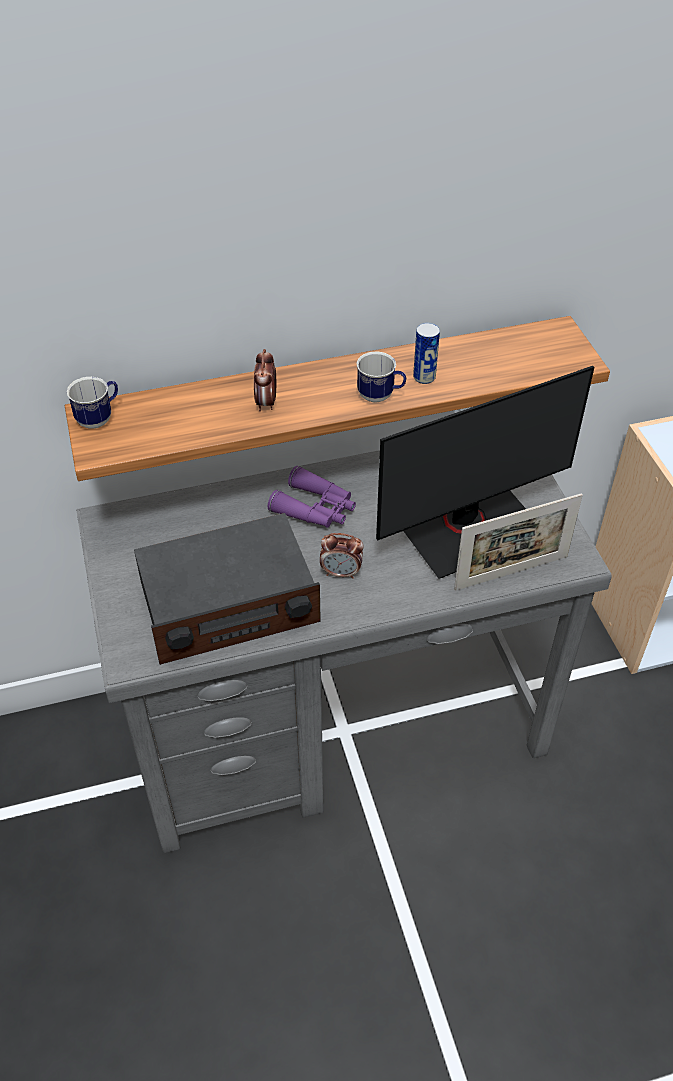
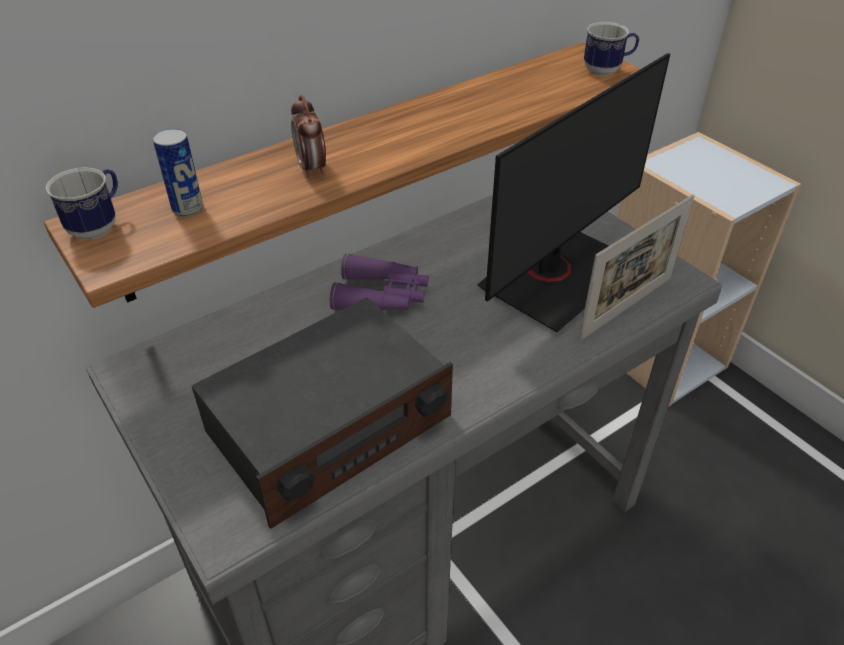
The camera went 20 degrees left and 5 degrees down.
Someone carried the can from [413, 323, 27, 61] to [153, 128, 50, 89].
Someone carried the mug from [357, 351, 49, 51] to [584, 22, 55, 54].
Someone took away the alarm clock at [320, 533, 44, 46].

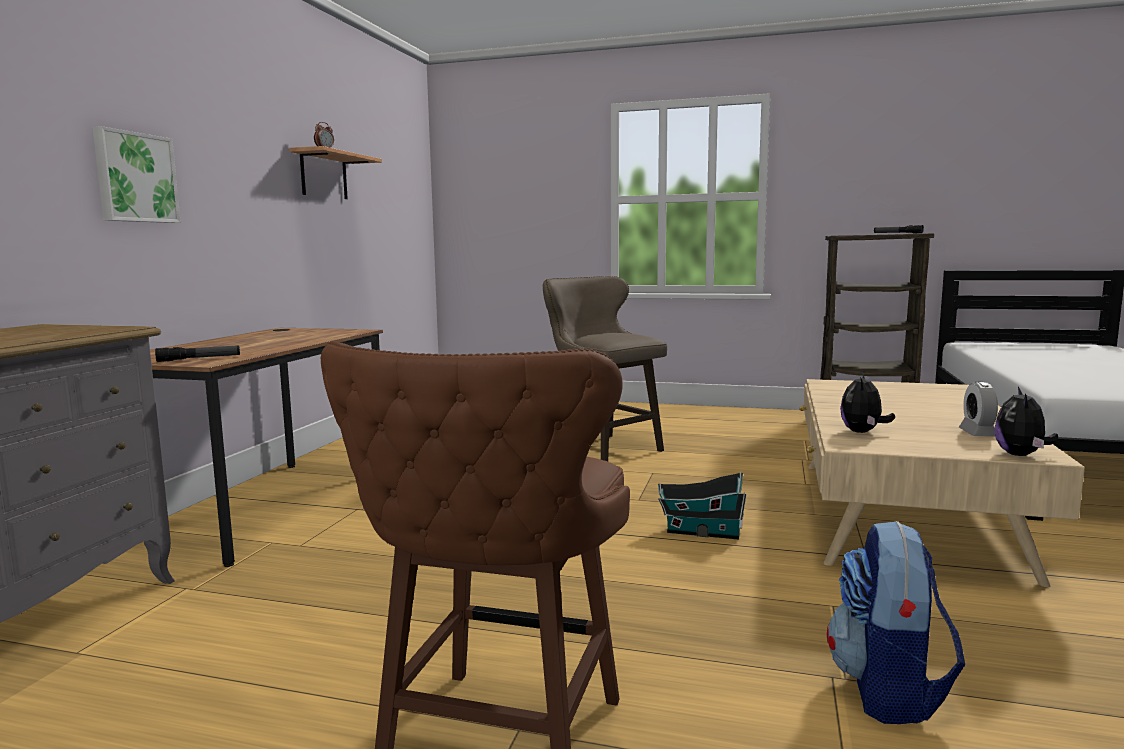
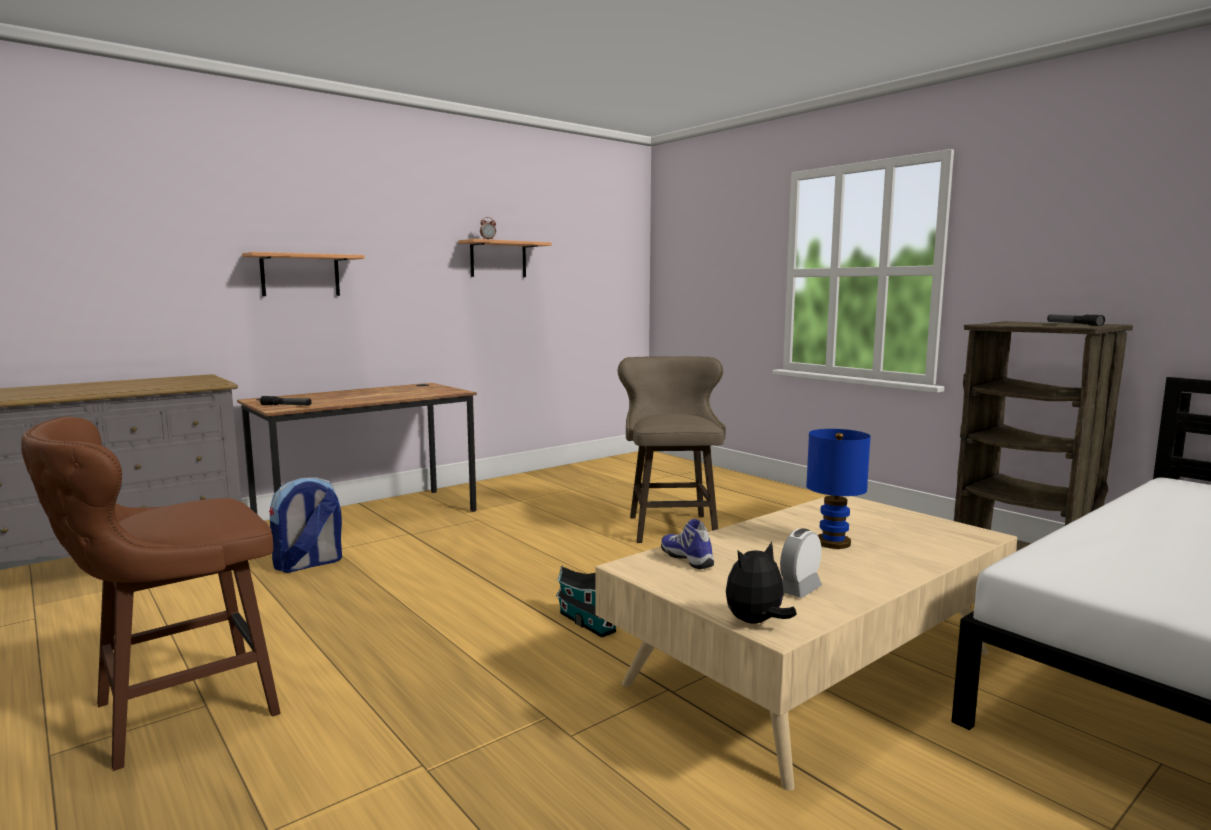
The camera went 35 degrees right and 0 degrees up.
Someone swapped the picture at [92, 126, 89, 97] for the shelf at [242, 252, 123, 44].
Someone swapped the plush toy at [840, 372, 55, 61] for the shoe at [661, 519, 53, 50].
Someone carried the backpack from [827, 521, 138, 203] to [269, 477, 73, 96].
Someone put down the blue table lamp at [806, 429, 65, 120].

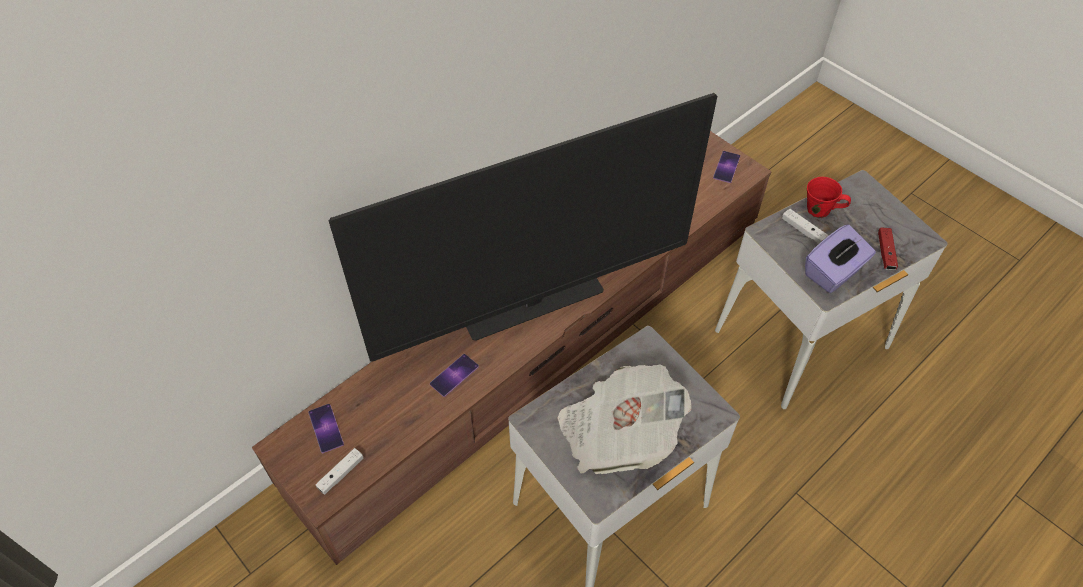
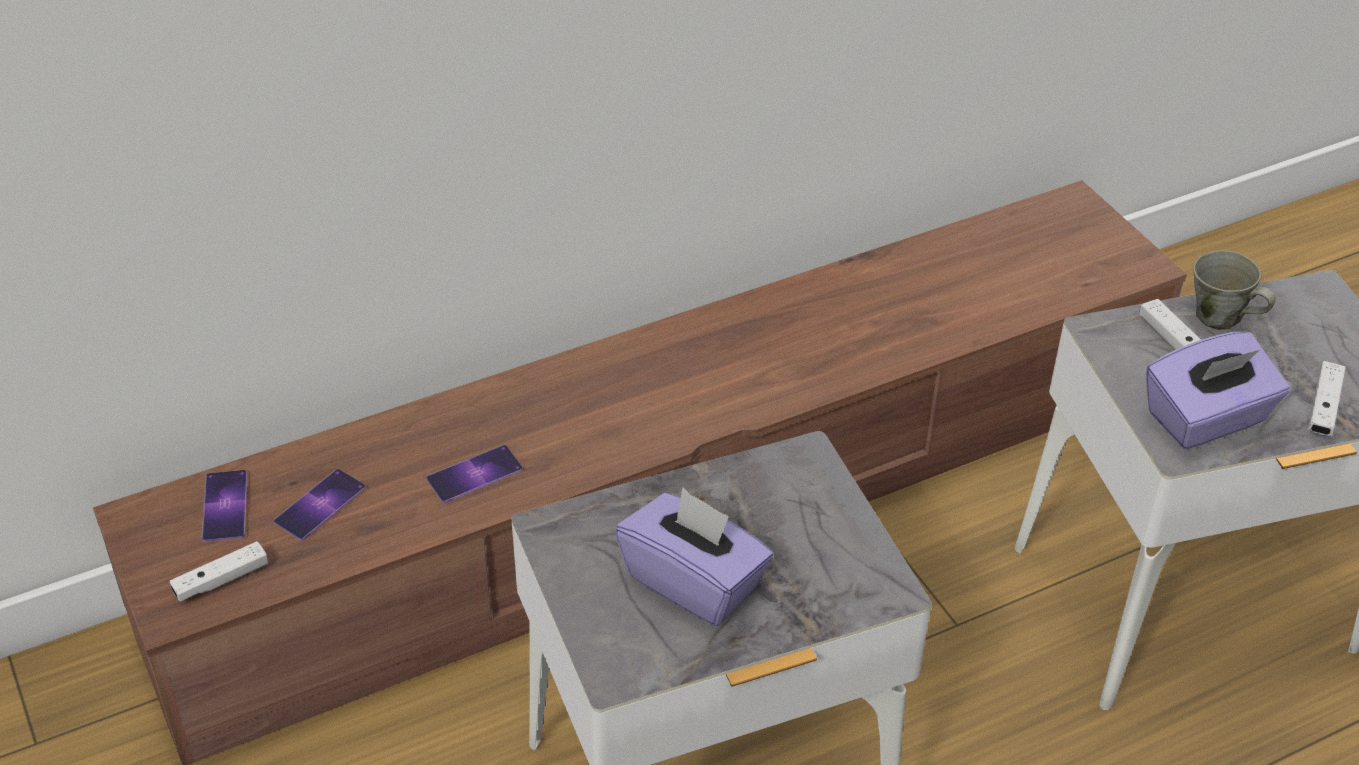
The camera went 15 degrees right and 10 degrees down.
Someone took away the television at [328, 93, 389, 269].
Someone carried the phone from [713, 151, 27, 32] to [273, 469, 92, 72].
Someone repainted the red mug at [807, 177, 44, 41], which became the grey mug at [1193, 250, 83, 80].
Someone repainted the red game controller at [878, 228, 20, 42], which became the white game controller at [1308, 361, 38, 75].
Someone swapped the newspaper at [557, 365, 135, 109] for the purple tissue box at [615, 487, 158, 139].

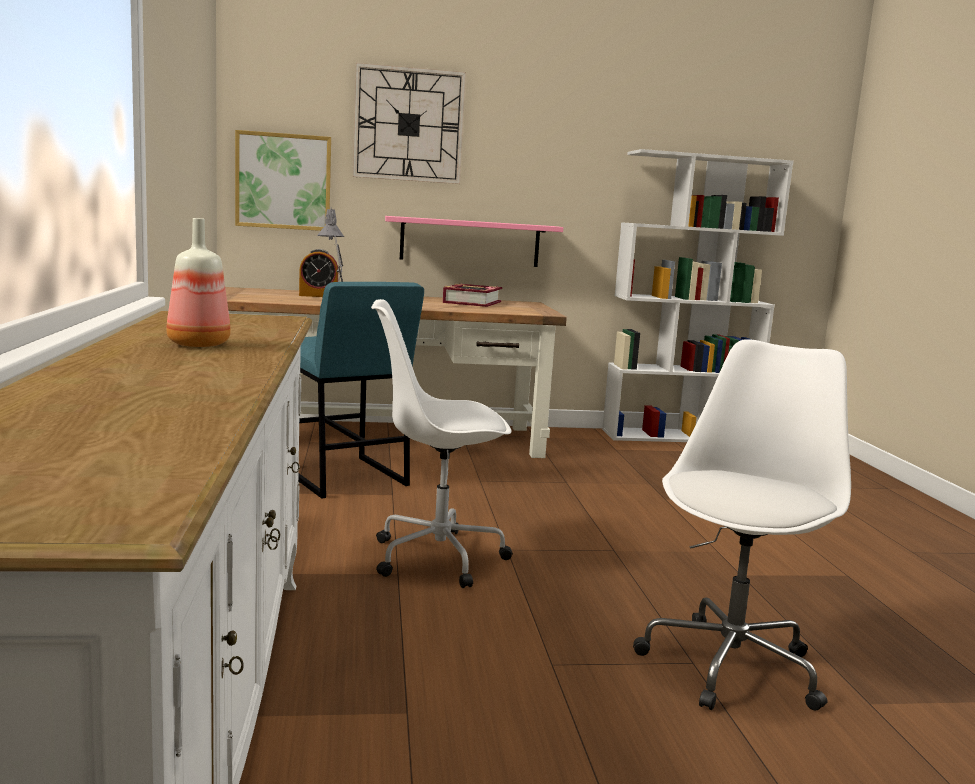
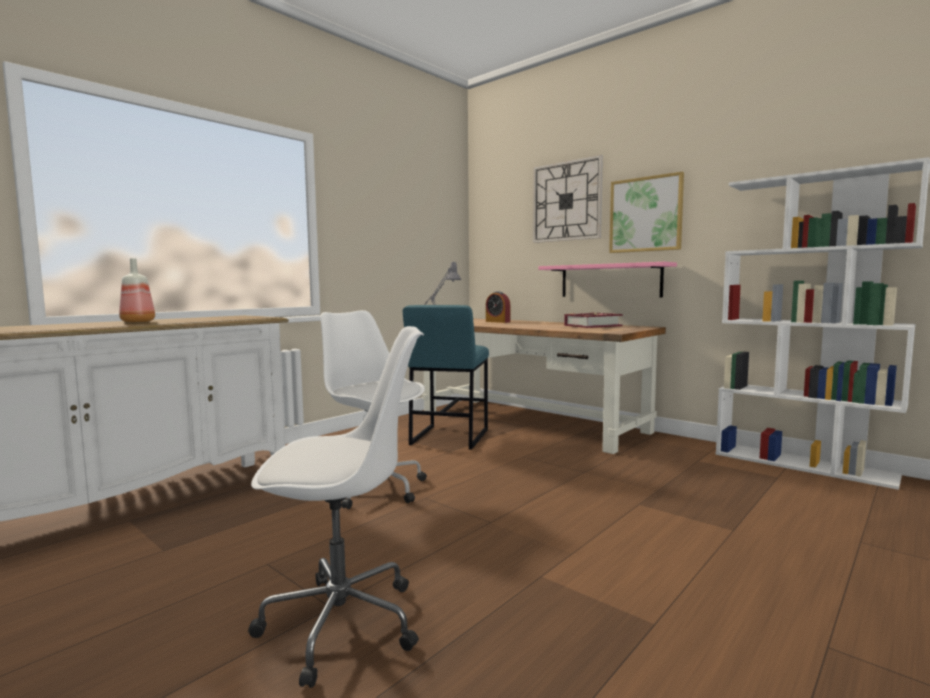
The camera went 50 degrees right and 5 degrees down.
Someone carried the picture from [235, 130, 96, 101] to [609, 172, 75, 81].

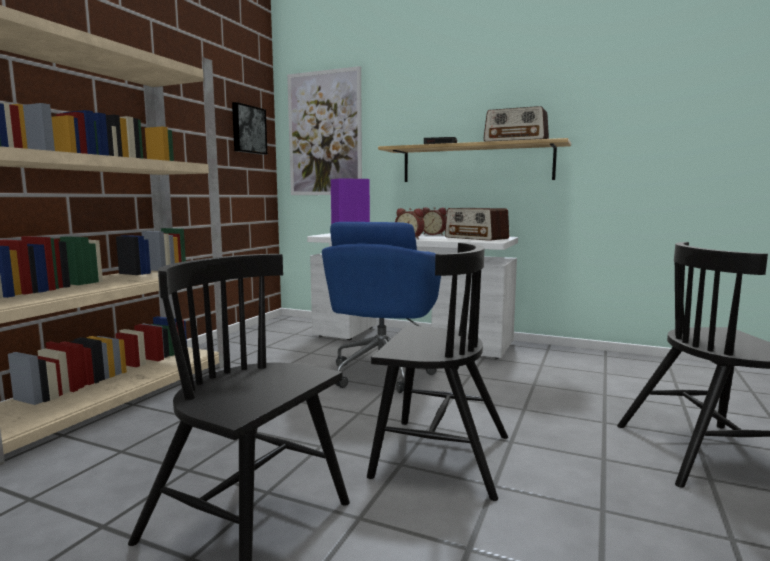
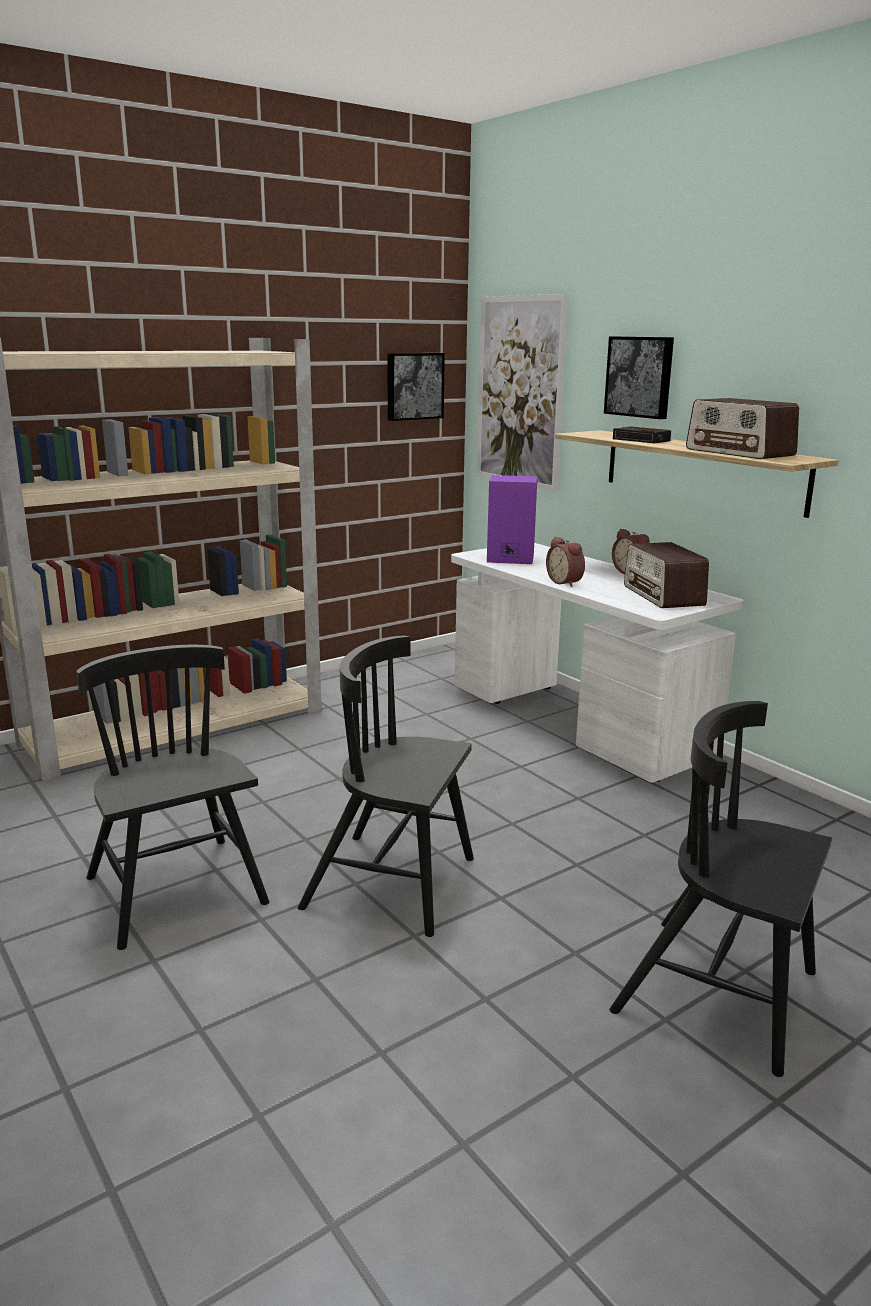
The camera went 30 degrees right and 10 degrees up.
Someone took away the blue office chair at [322, 222, 119, 171].
Someone rotated the black chair at [367, 243, 141, 258] by 150 degrees clockwise.
Someone put up the picture at [604, 336, 70, 83].

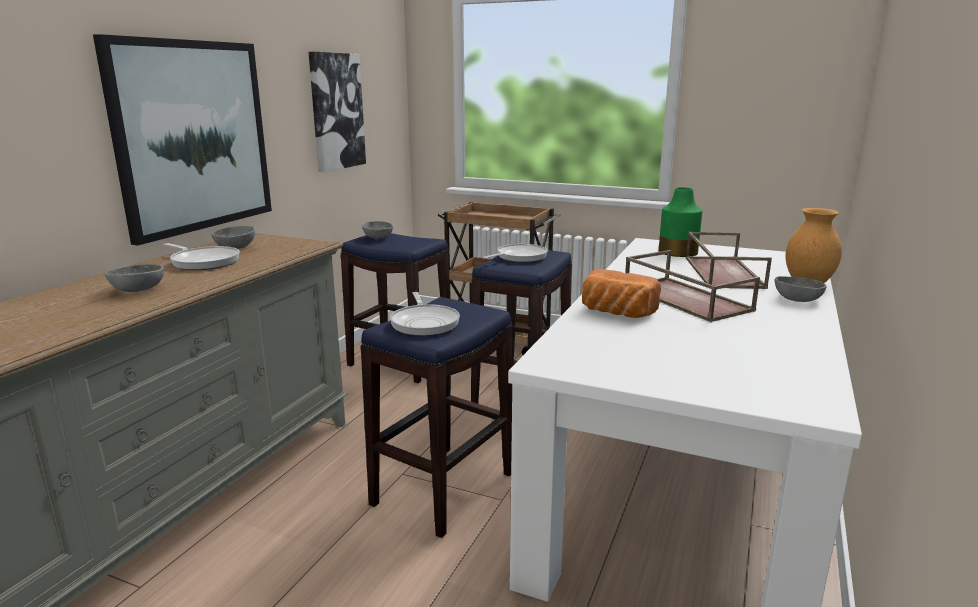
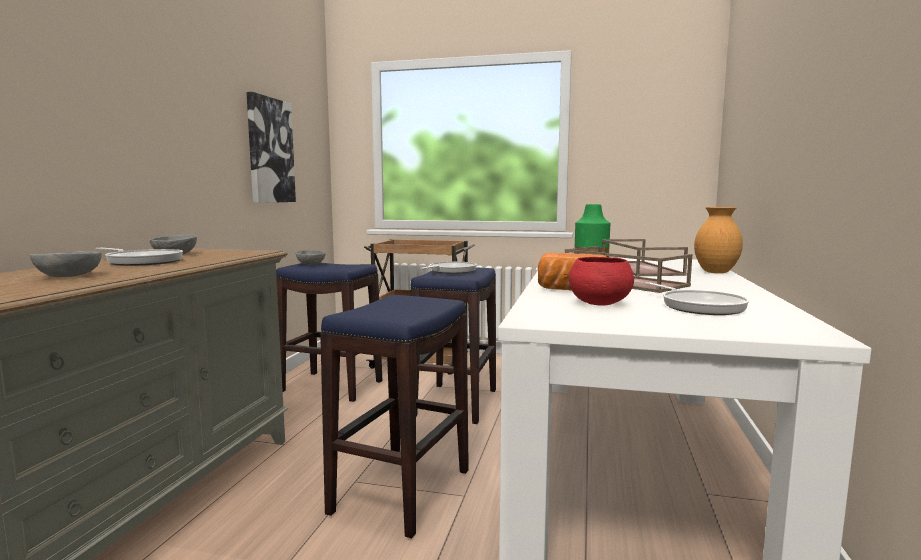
The camera went 10 degrees left and 10 degrees down.
Someone took away the picture at [93, 34, 179, 212].
Someone took away the grey bowl at [775, 276, 52, 26].
Someone carried the frying pan from [390, 292, 70, 44] to [645, 282, 104, 33].
Someone put down the red bowl at [569, 257, 65, 49].

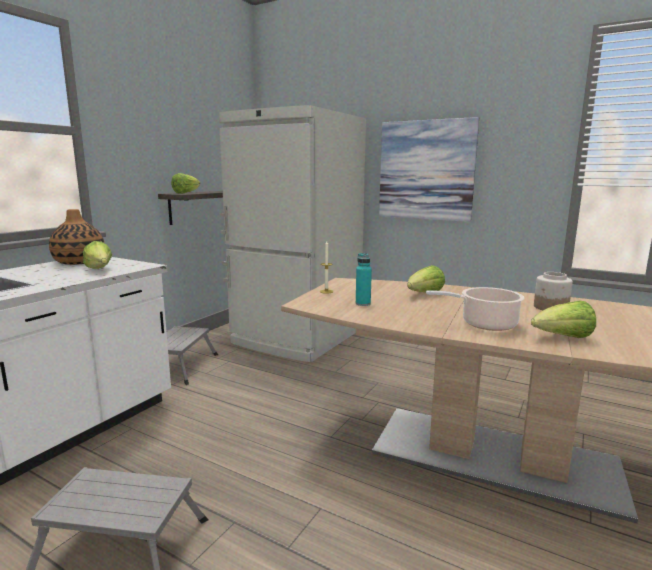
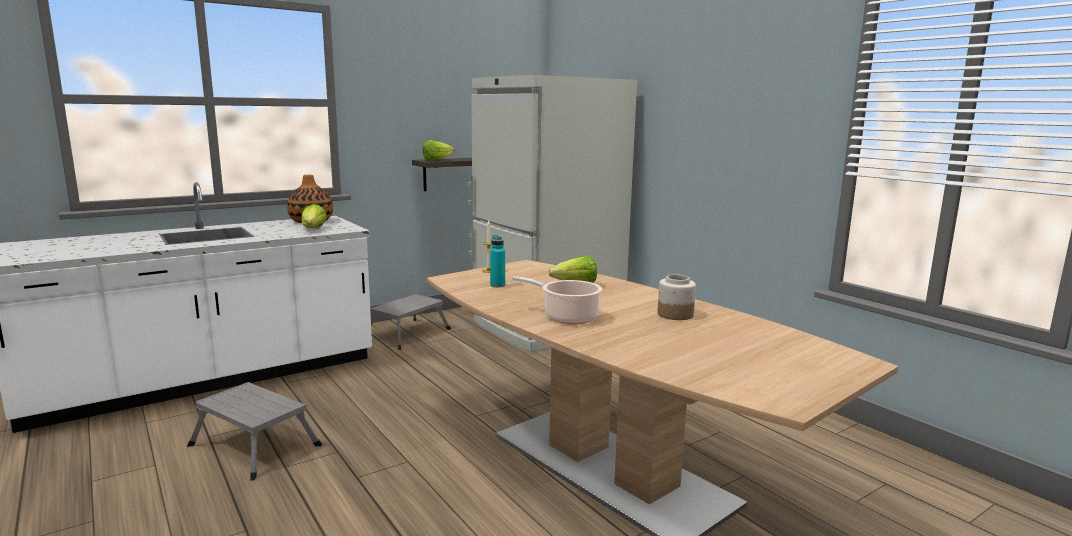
The camera went 25 degrees right and 0 degrees up.
Someone took away the picture at [379, 117, 100, 105].
Someone took away the lettuce at [531, 300, 65, 38].

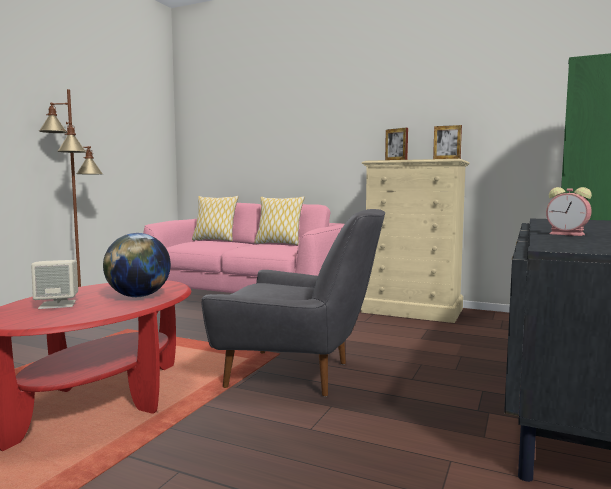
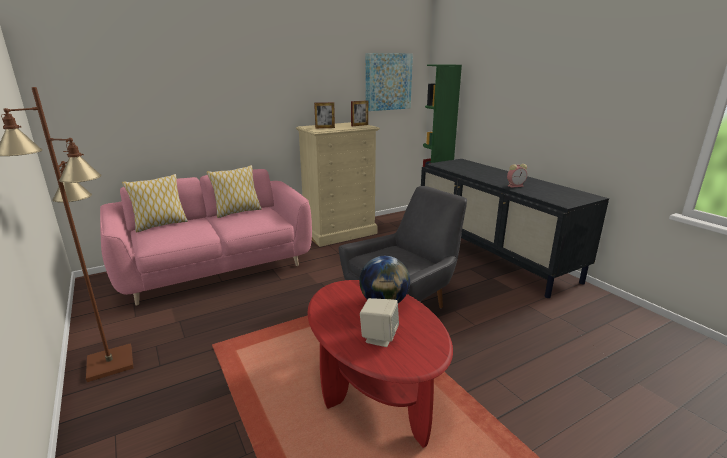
The camera went 55 degrees left and 15 degrees up.
Someone put up the picture at [366, 53, 47, 58].

